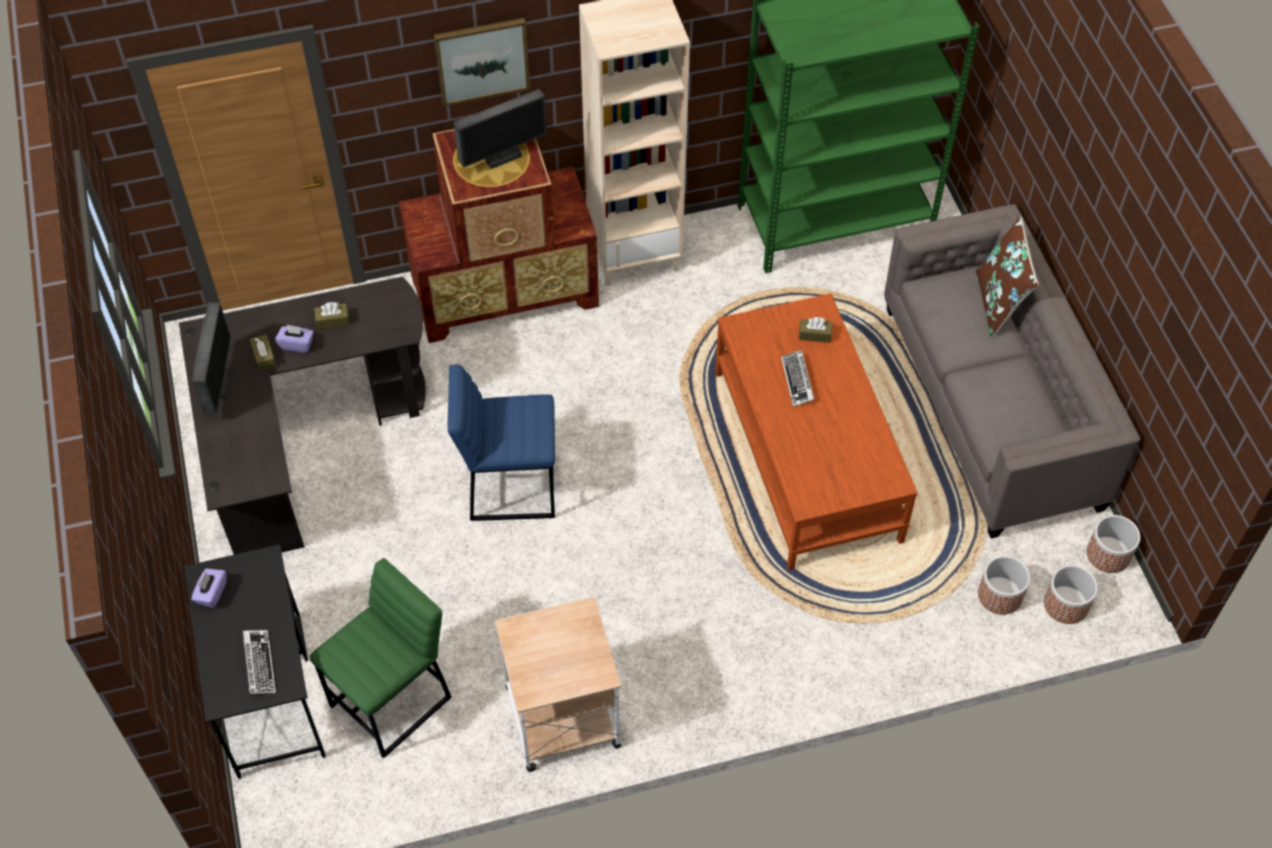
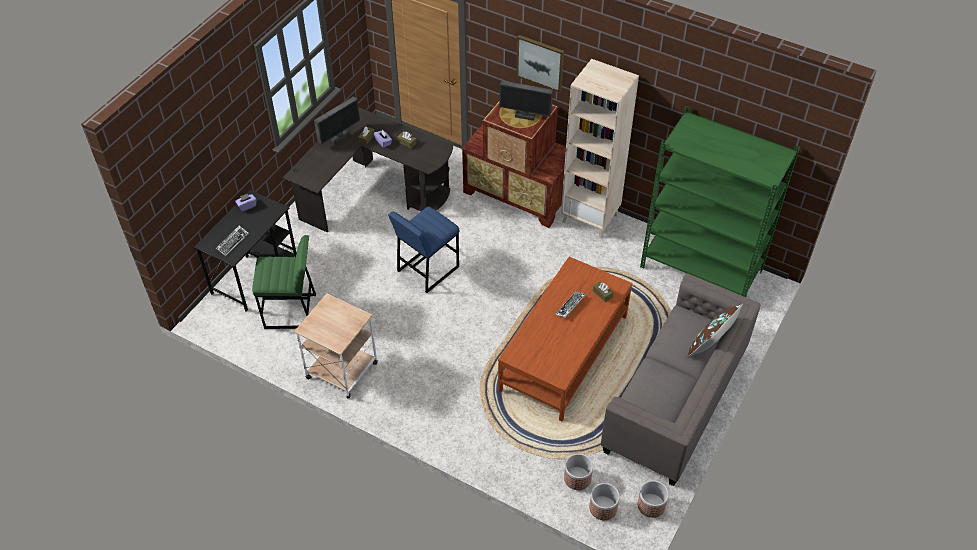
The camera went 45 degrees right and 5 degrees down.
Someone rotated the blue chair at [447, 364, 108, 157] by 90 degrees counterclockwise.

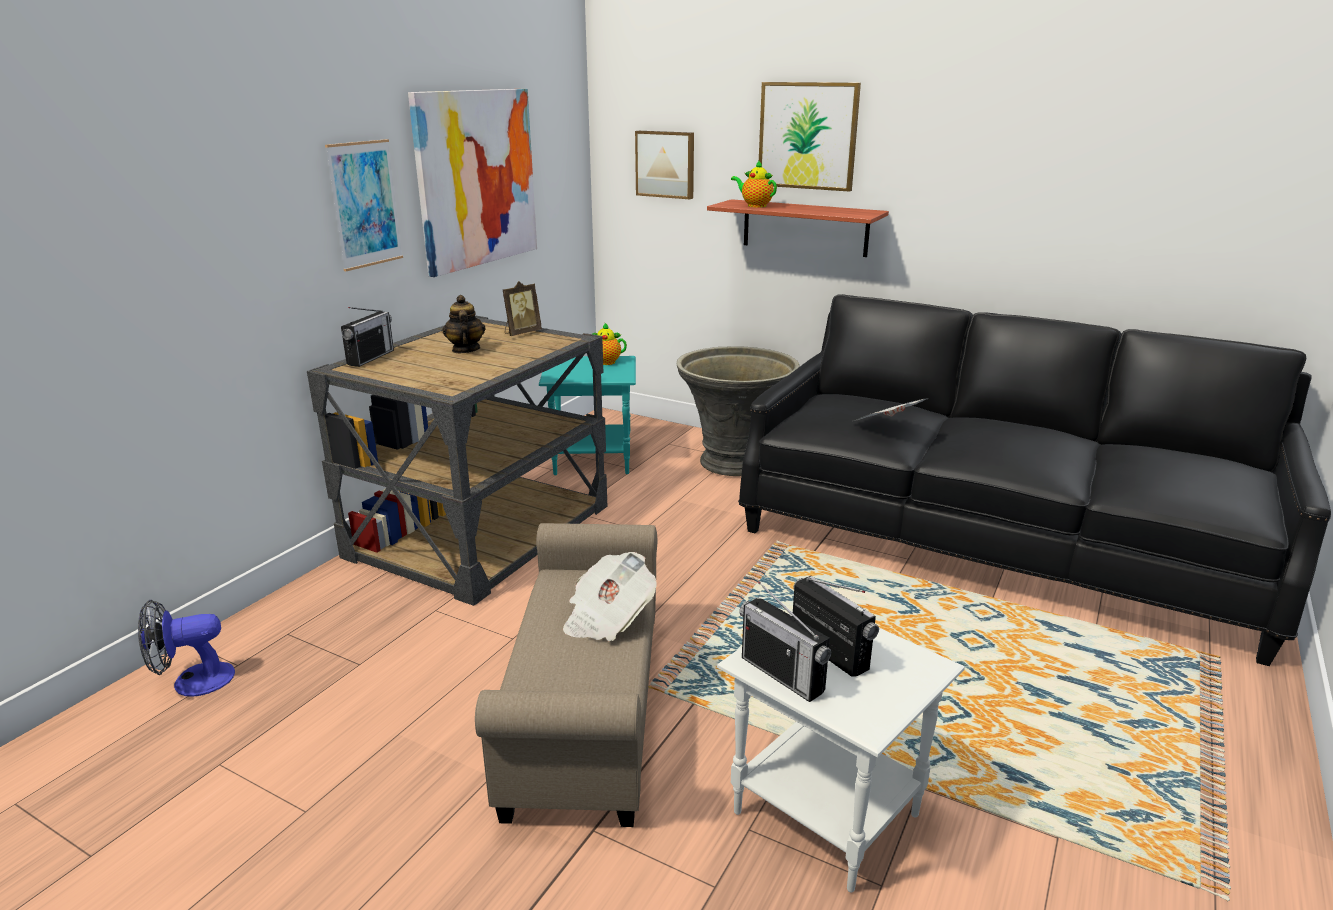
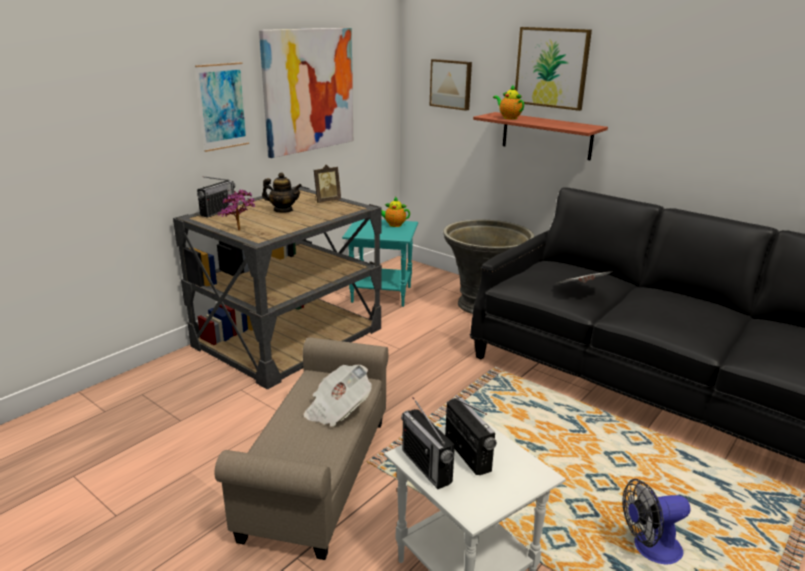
The camera went 10 degrees right and 0 degrees up.
Someone rotated the teapot at [442, 295, 44, 58] by 105 degrees clockwise.
Someone carried the fan from [138, 600, 97, 96] to [622, 479, 69, 86].
Someone put down the potted plant at [218, 189, 37, 42].

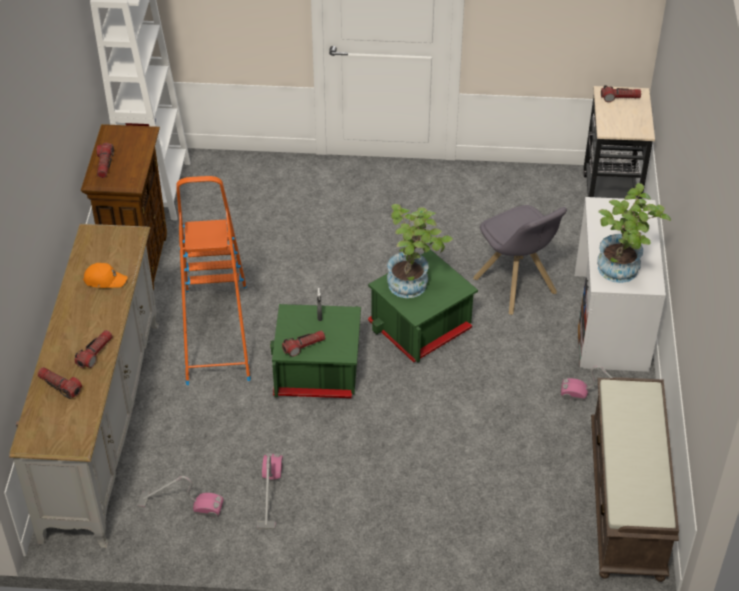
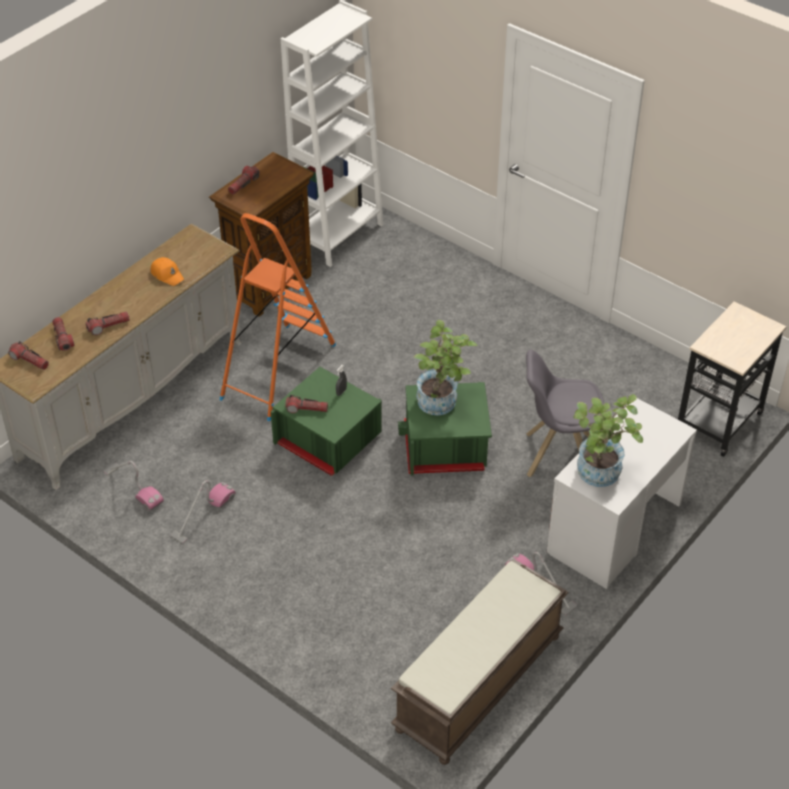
The camera went 35 degrees right and 0 degrees up.
Someone carried the flashlight from [601, 85, 40, 17] to [8, 341, 41, 29].
Someone rotated the grey chair at [473, 205, 94, 110] by 90 degrees clockwise.

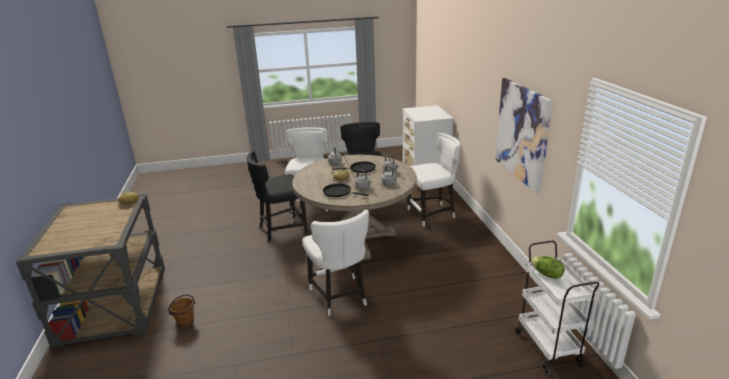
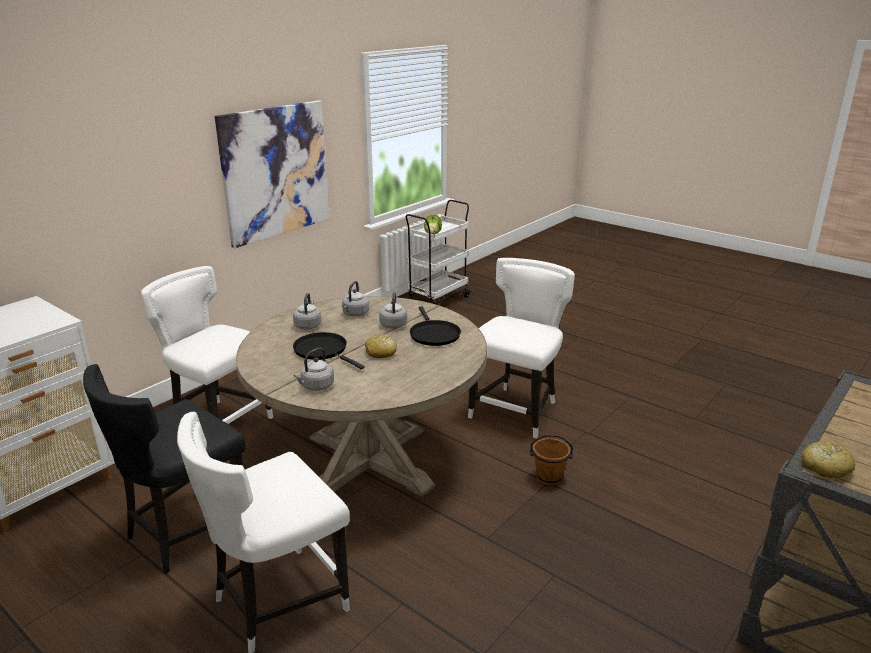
The camera went 130 degrees left and 0 degrees up.
Someone took away the black chair at [246, 151, 62, 91].
Someone carried the brown bucket from [168, 295, 27, 33] to [530, 435, 43, 51].

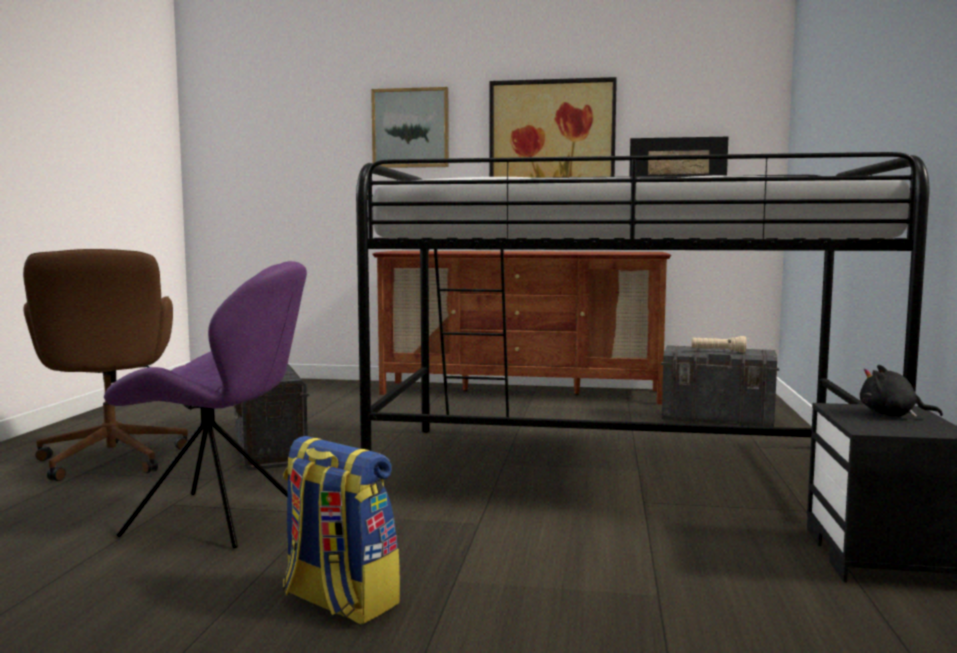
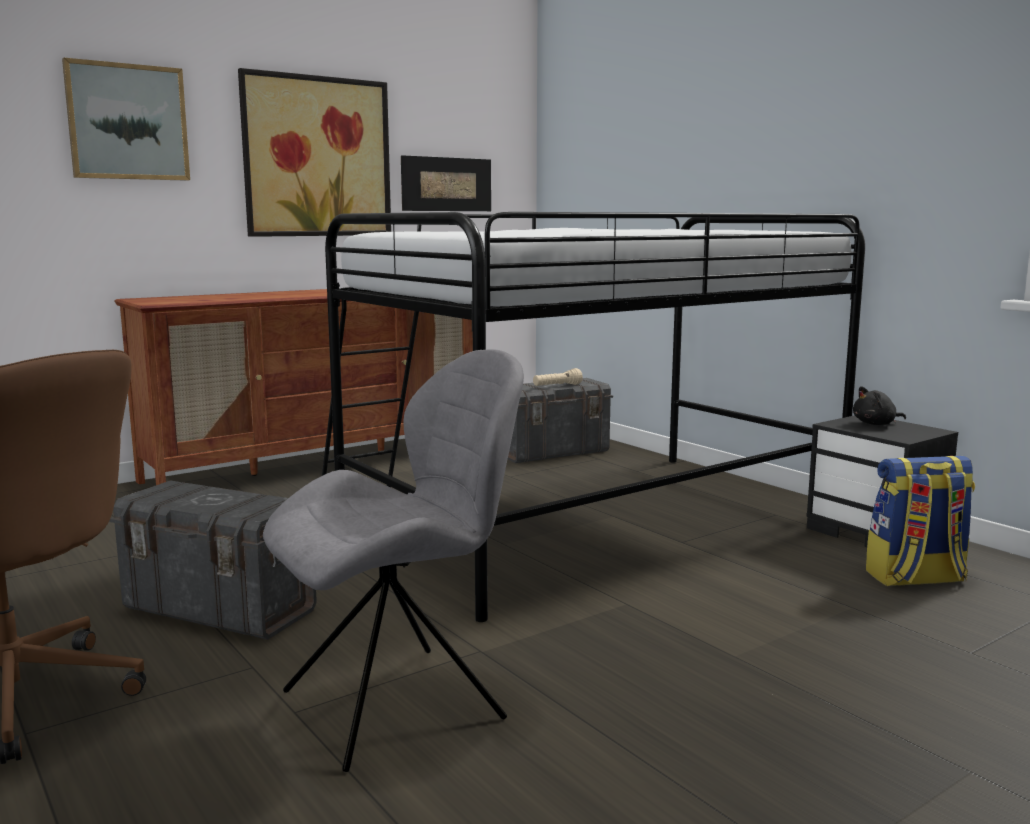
The camera went 45 degrees left and 5 degrees up.
Someone repainted the purple chair at [104, 261, 203, 288], which became the grey chair at [263, 349, 261, 423].
Someone carried the backpack from [283, 436, 117, 188] to [866, 456, 109, 130].

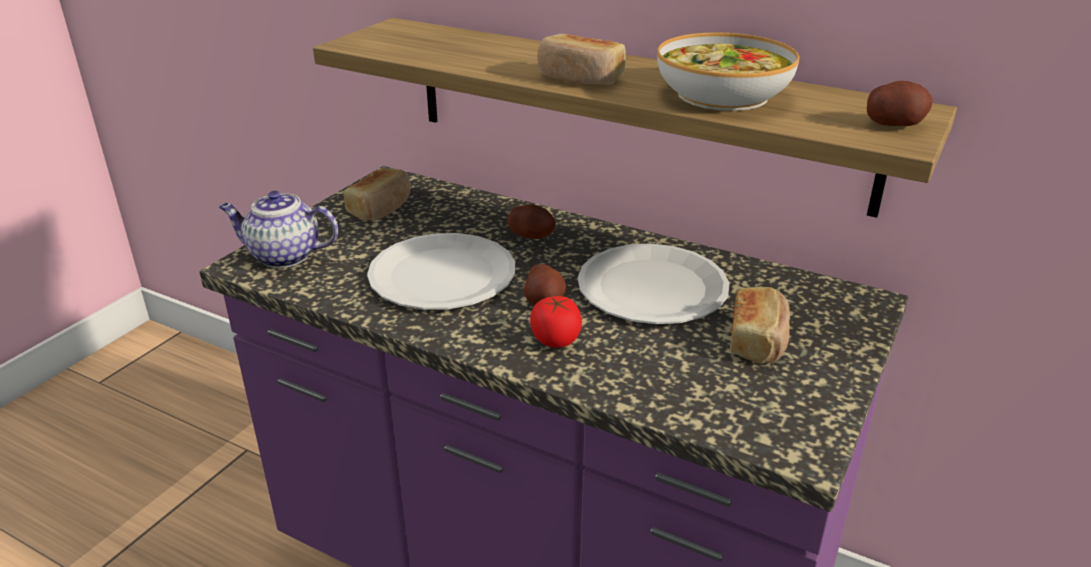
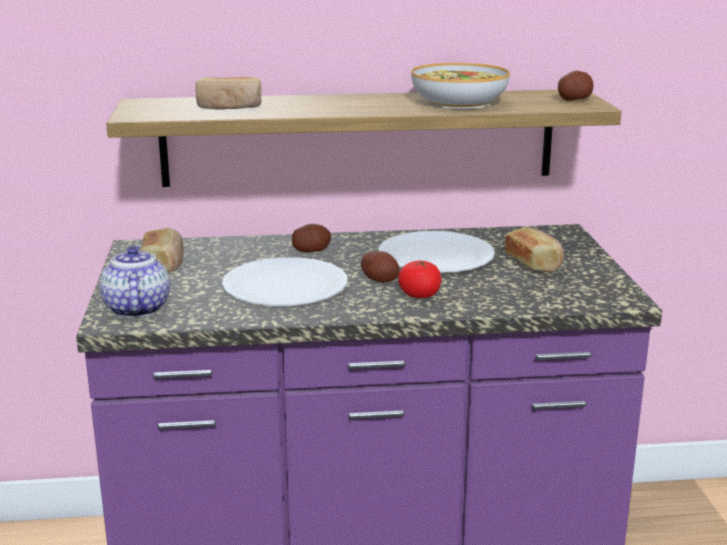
The camera went 35 degrees left and 10 degrees down.
Someone carried the bread from [537, 34, 89, 51] to [195, 77, 67, 32].
Someone rotated the teapot at [219, 191, 119, 77] by 105 degrees clockwise.

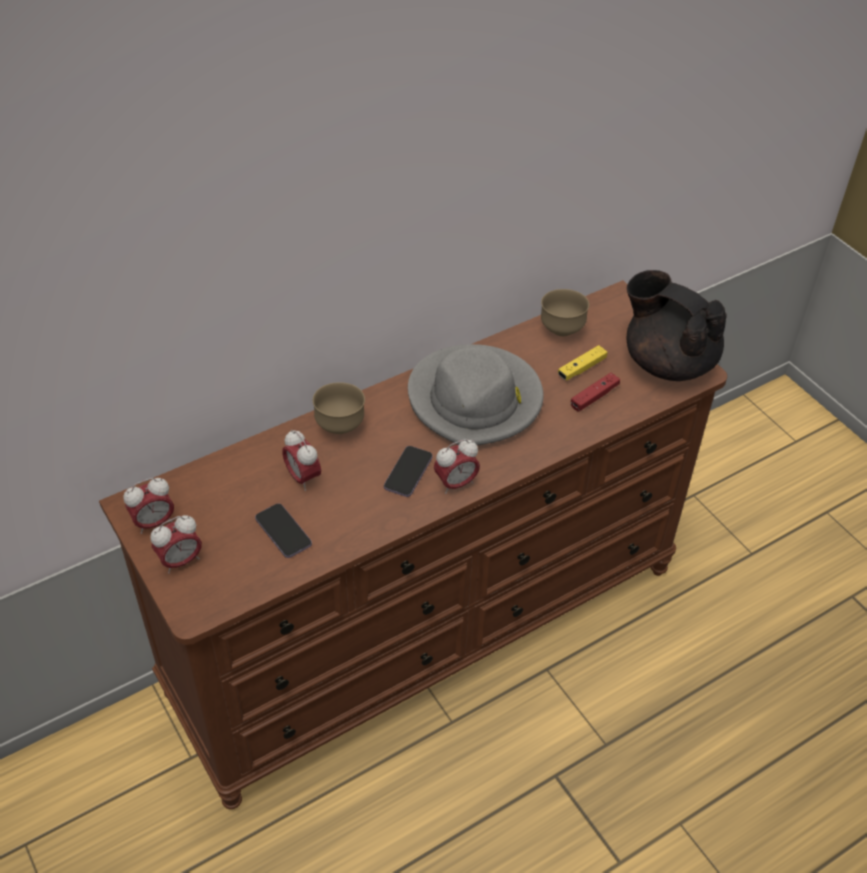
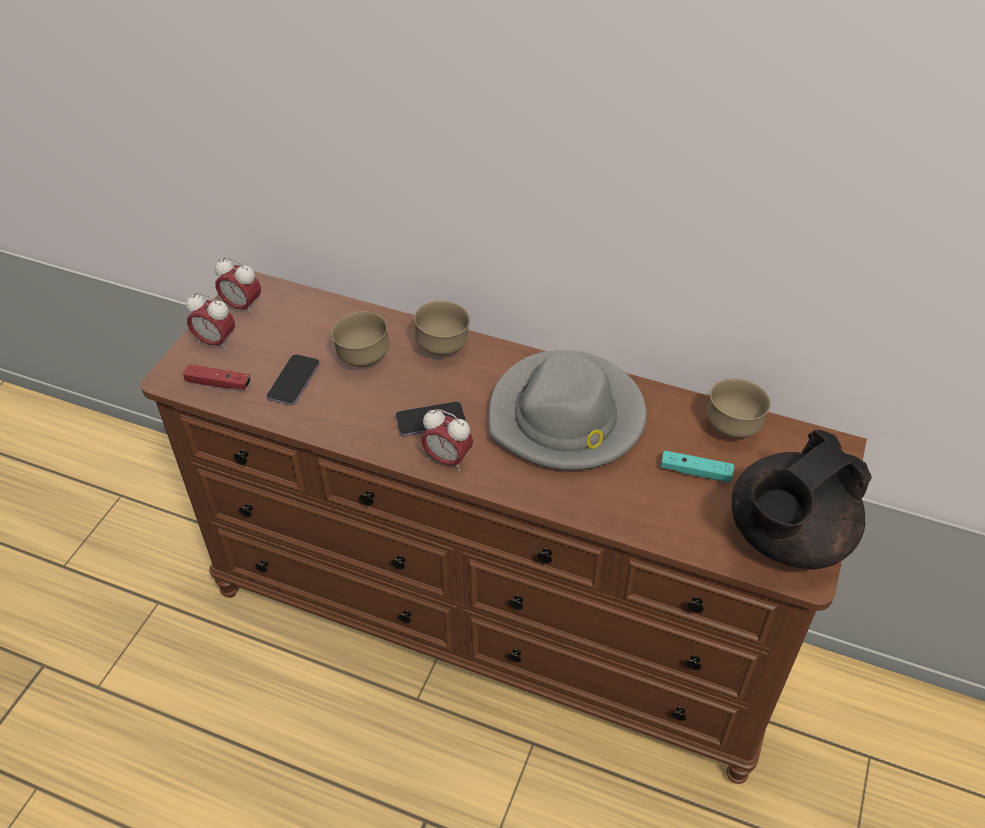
The camera went 55 degrees right and 0 degrees up.
Someone rotated the black teapot at [627, 270, 100, 111] by 135 degrees counterclockwise.
Someone repainted the yellow game controller at [558, 345, 50, 35], which became the turquoise game controller at [661, 450, 73, 32].
Someone carried the red game controller from [571, 372, 49, 40] to [183, 364, 68, 26].
Someone swapped the alarm clock at [282, 429, 39, 62] for the brown bowl at [331, 311, 58, 56].

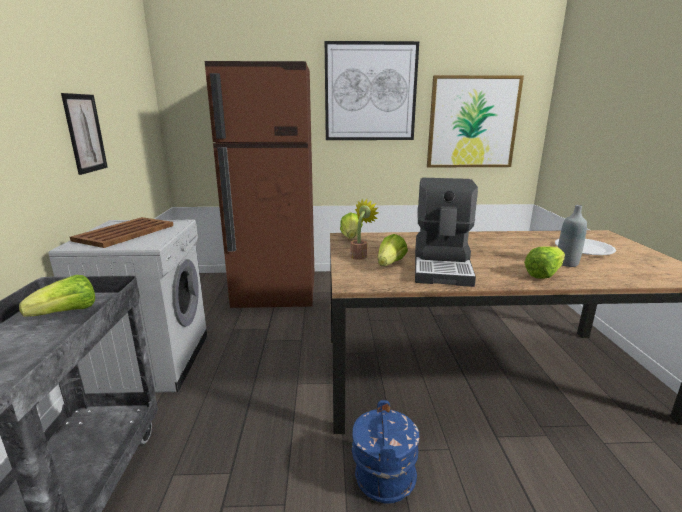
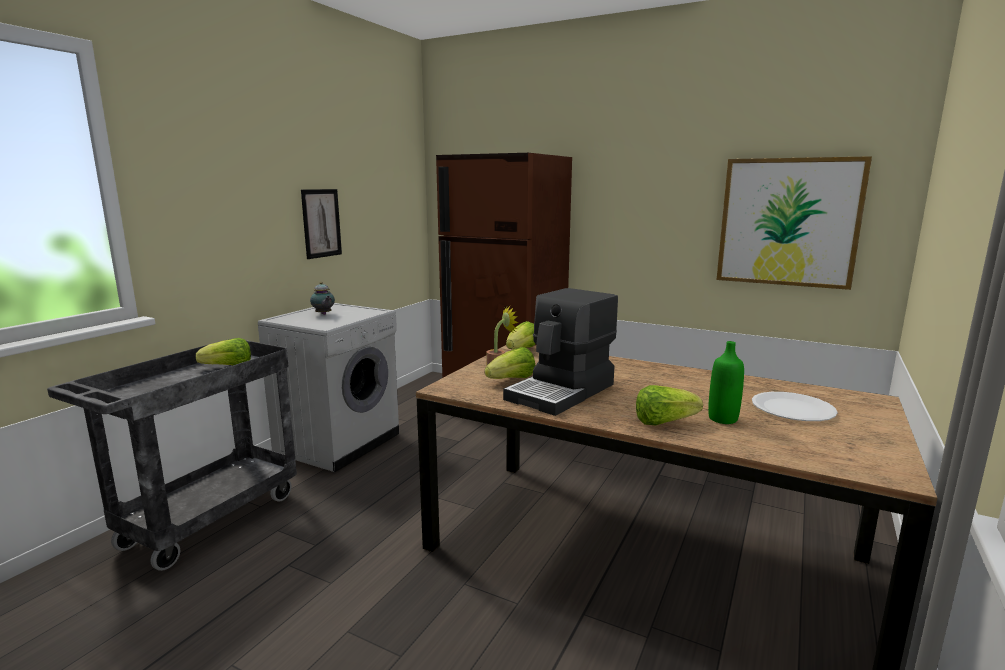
The camera went 30 degrees right and 5 degrees down.
Someone took away the picture at [325, 41, 94, 99].
Someone repainted the grey bottle at [558, 205, 29, 62], which became the green bottle at [708, 341, 36, 83].
Someone swapped the brown tray at [70, 217, 103, 31] for the teapot at [310, 282, 25, 33].
Someone took away the blue bucket at [352, 400, 68, 103].

